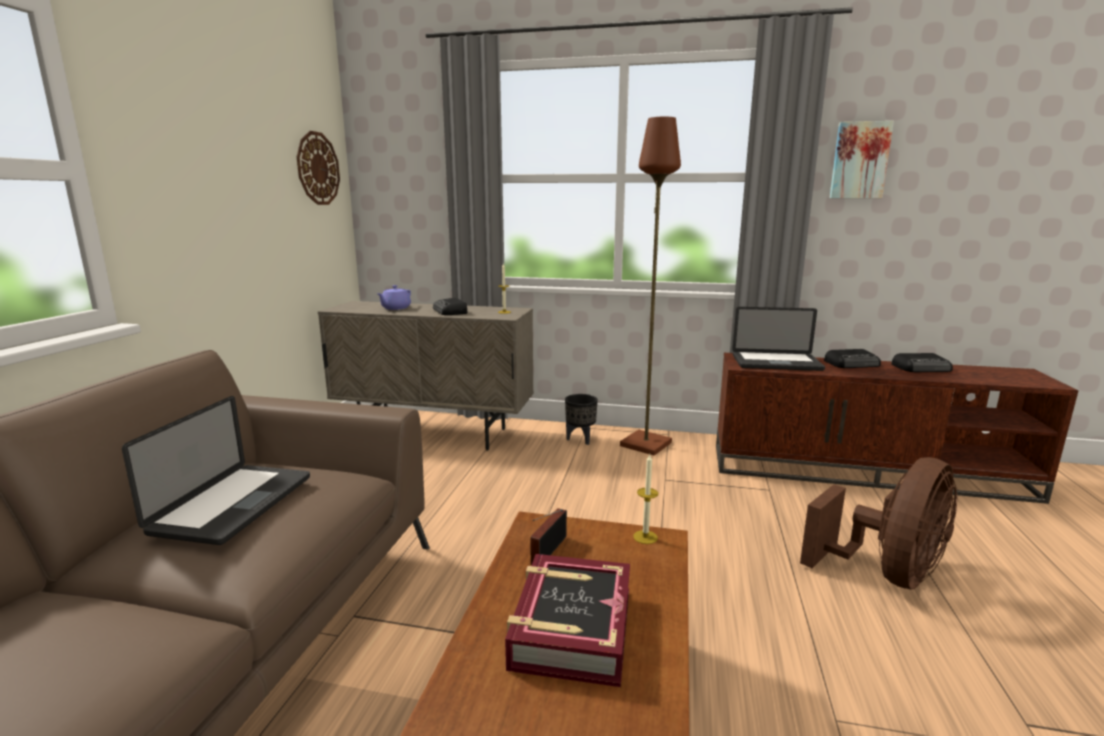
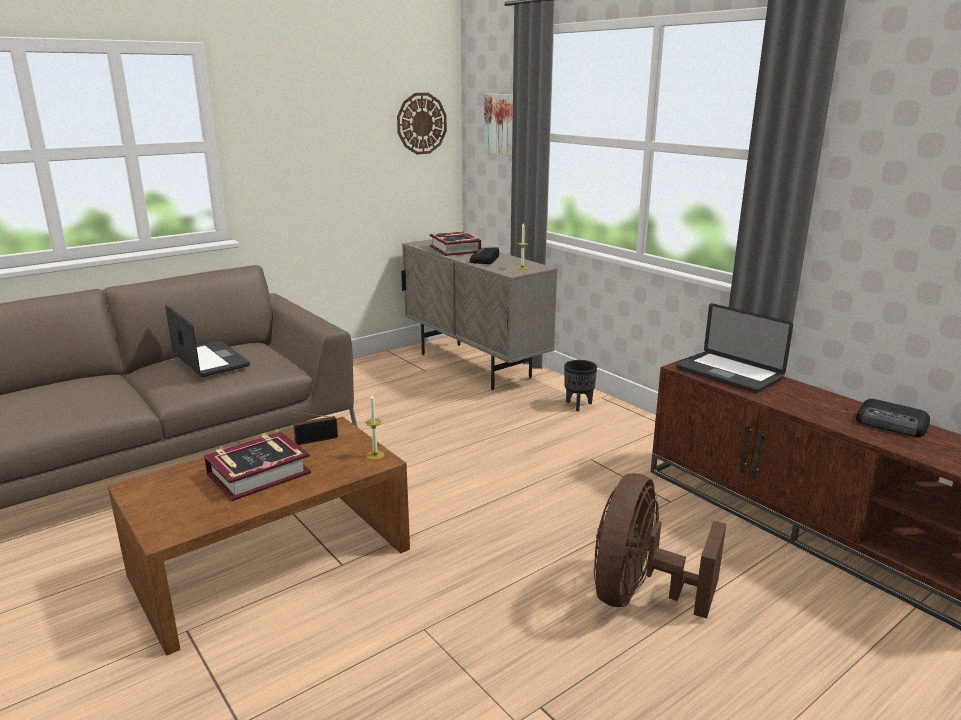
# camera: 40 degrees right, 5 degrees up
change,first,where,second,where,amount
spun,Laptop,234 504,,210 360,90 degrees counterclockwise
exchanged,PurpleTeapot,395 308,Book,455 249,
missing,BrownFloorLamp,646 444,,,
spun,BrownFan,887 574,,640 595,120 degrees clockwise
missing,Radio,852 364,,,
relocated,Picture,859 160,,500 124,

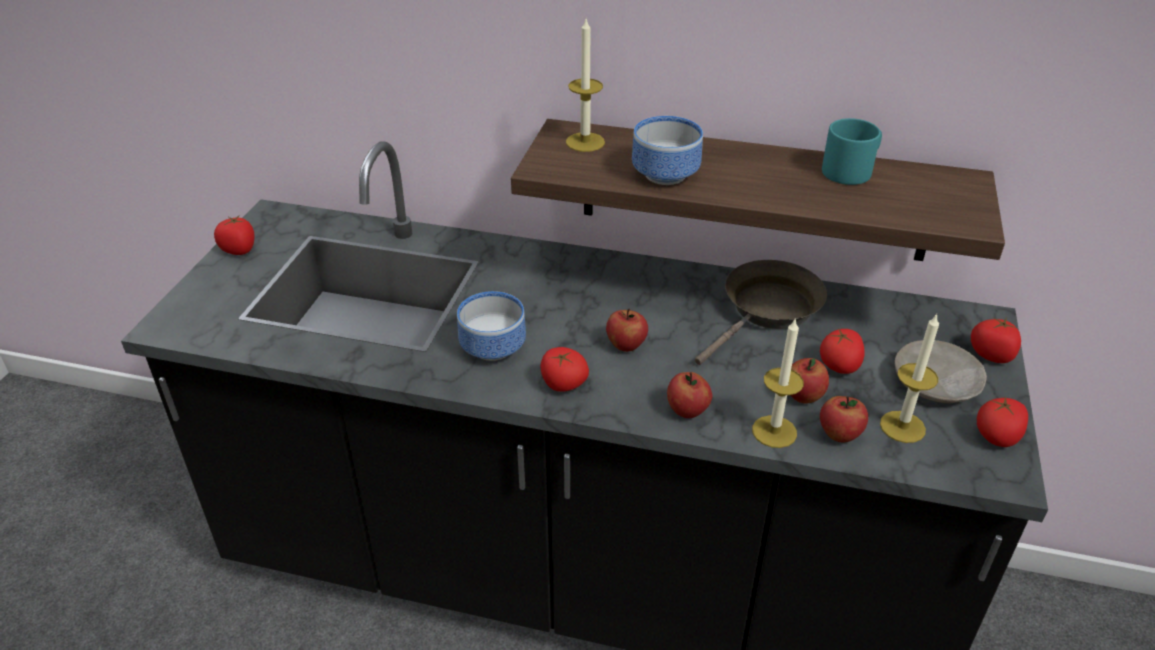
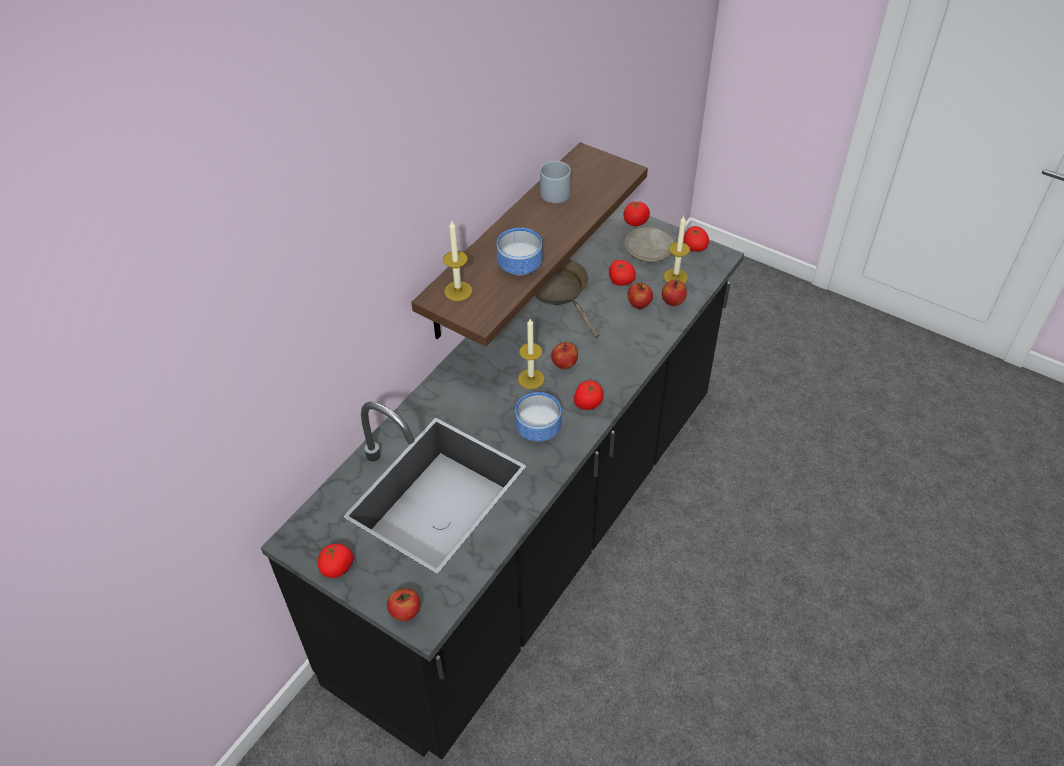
# camera: 70 degrees left, 10 degrees up
change,first,where,second,where,amount
relocated,Apple,687 411,,405 612,
relocated,Candle,774 431,,531 379,
colour,TurquoiseMug,851 169,GreyMug,552 190,

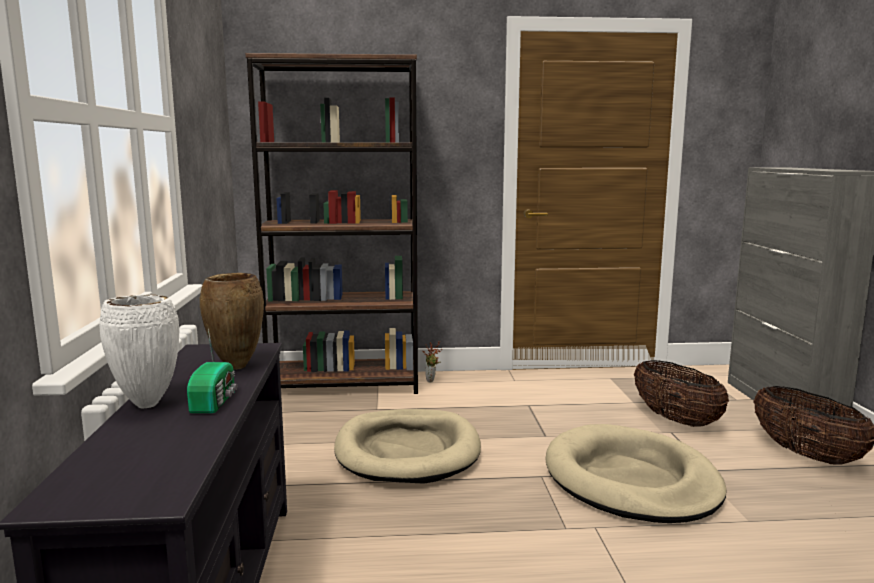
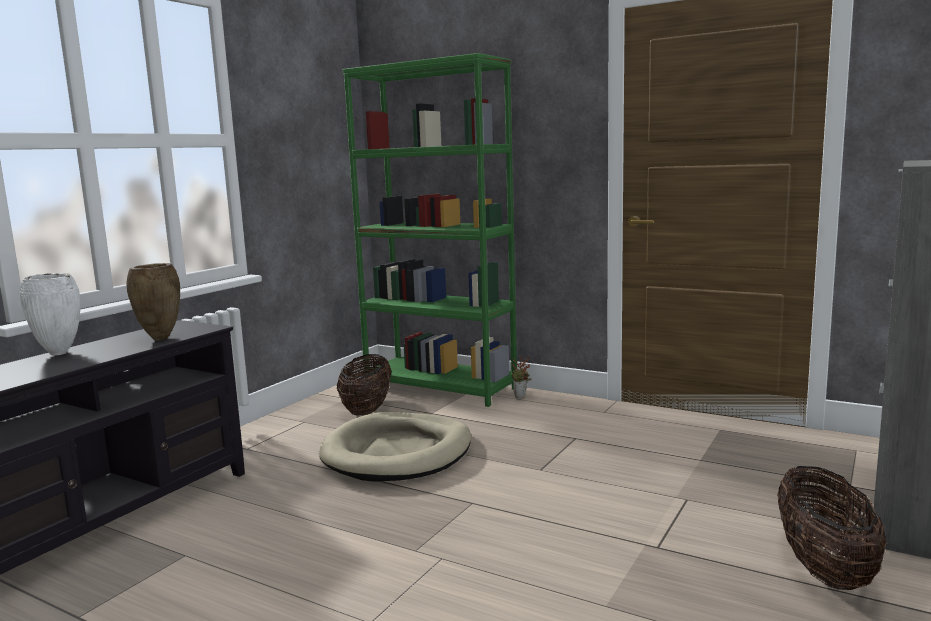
# camera: 35 degrees right, 0 degrees up
change,first,where,second,where,amount
missing,Radio,215 401,,,
colour,BrownBookcase,345 385,GreenBookcase,440 387,
missing,BeigeDogBed,631 480,,,
relocated,Basket,676 420,,367 410,

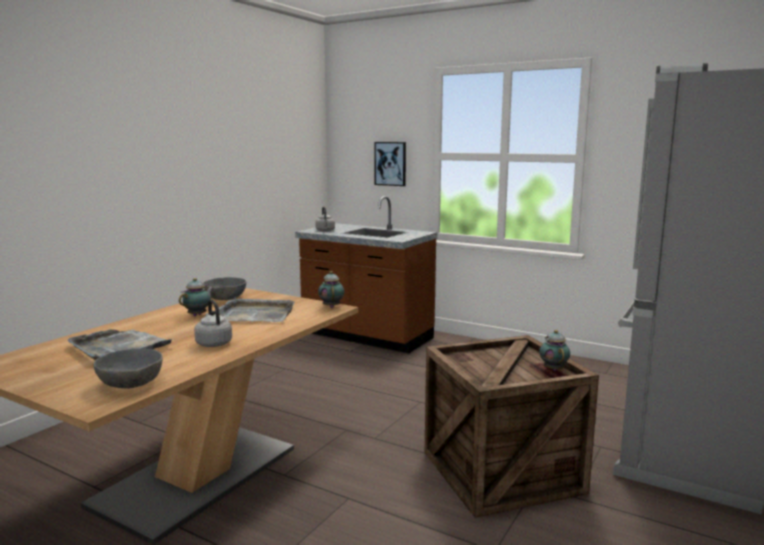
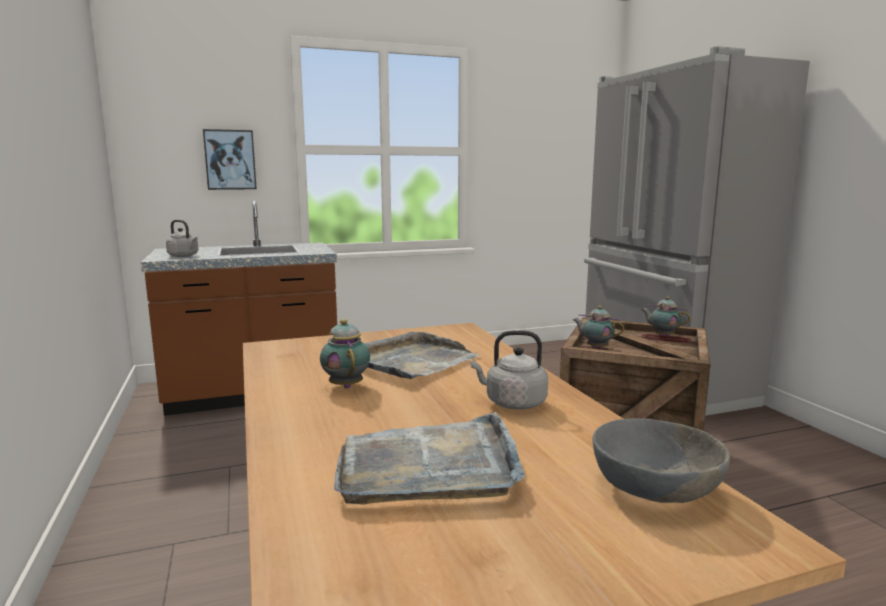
# camera: 50 degrees left, 0 degrees up
change,first,where,second,where,amount
missing,GreyBowl,226 298,,,
relocated,Teapot,331 306,,595 348,

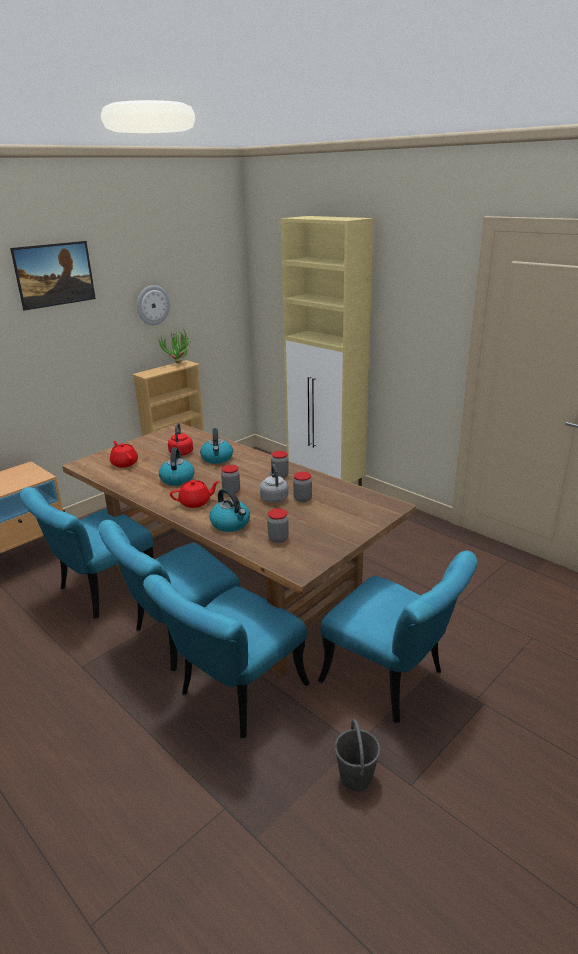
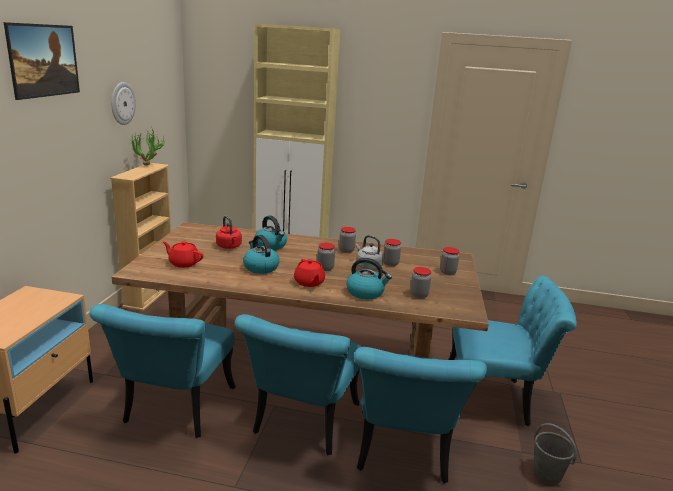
# camera: 35 degrees left, 5 degrees down
change,first,where,second,where,amount
spun,RedTeapot,196 502,,309 282,120 degrees clockwise
appeared,,,Jar,448 272,

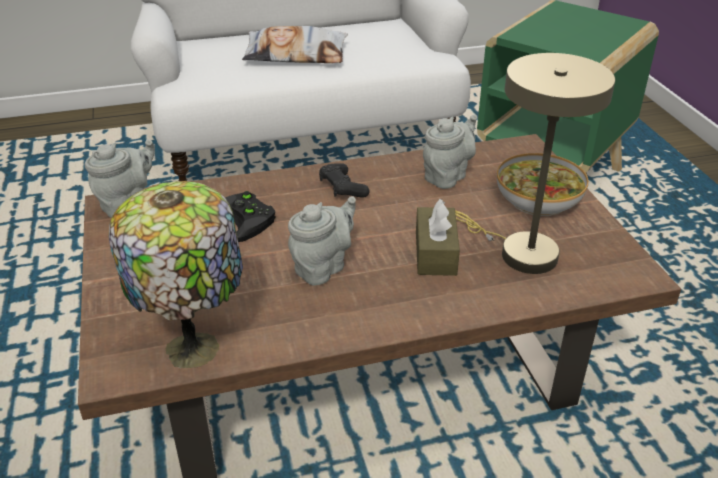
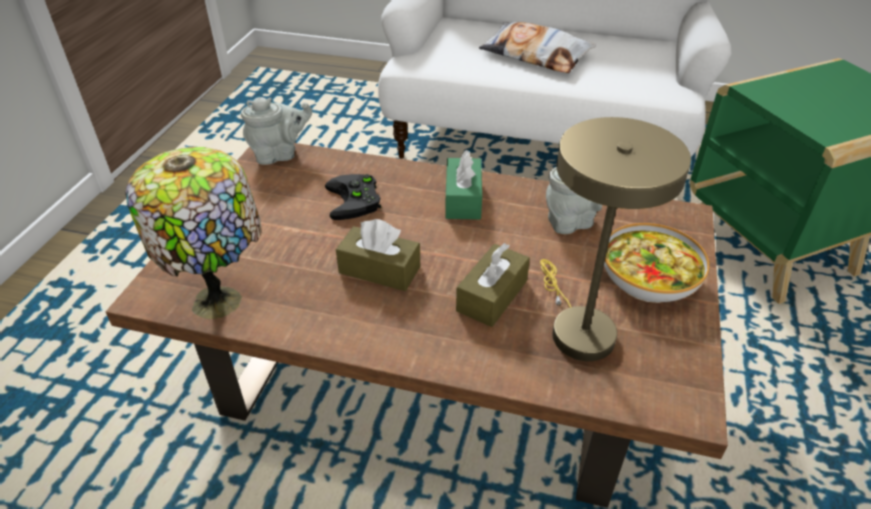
# camera: 30 degrees right, 5 degrees up
change,first,where,second,where,amount
exchanged,GreyTeapot,323 267,BrownTissueBox,379 270,
exchanged,BlackGameController,342 188,GreenTissueBox,463 199,

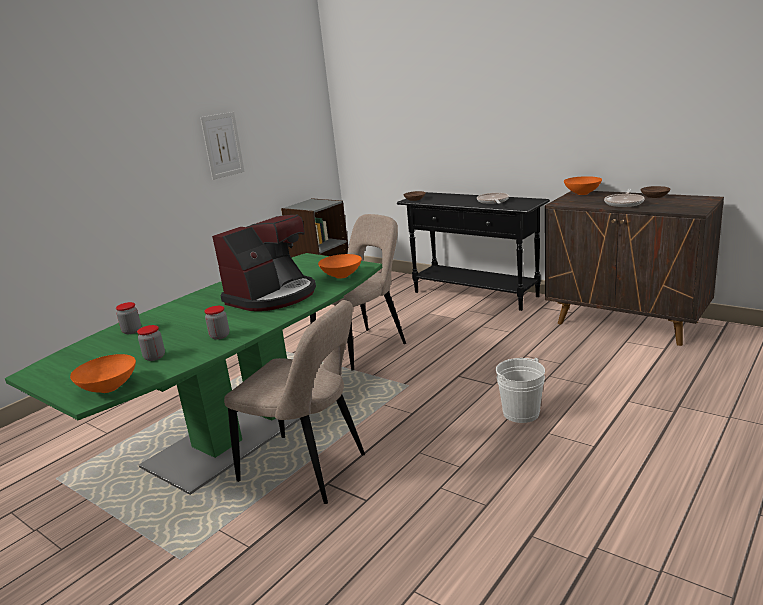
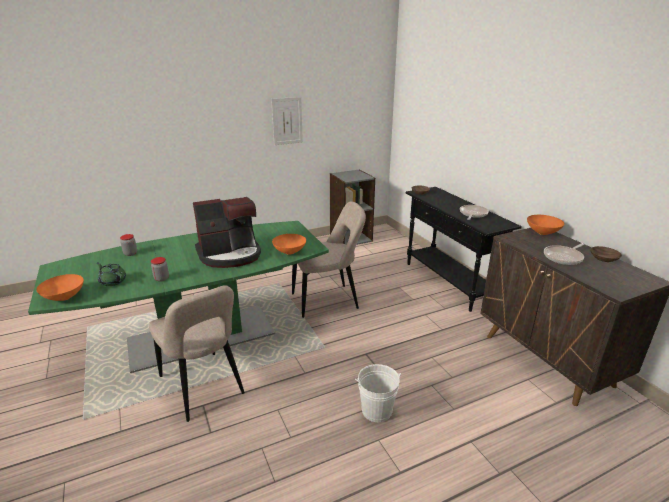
# camera: 25 degrees right, 5 degrees up
change,first,where,second,where,amount
exchanged,Jar,154 357,GreenTeapot,112 281,

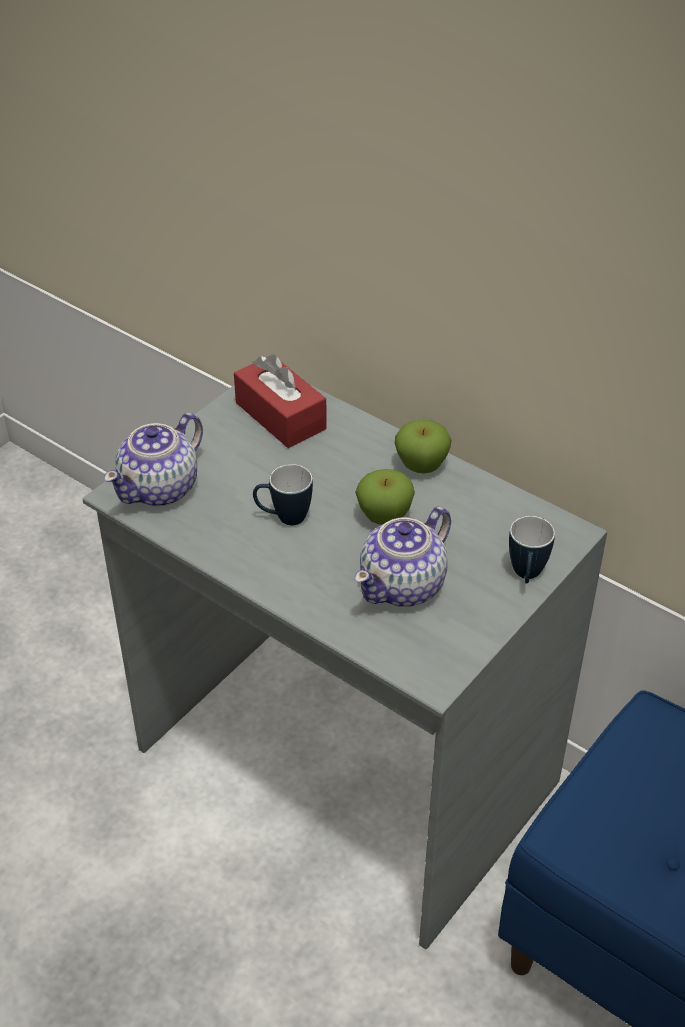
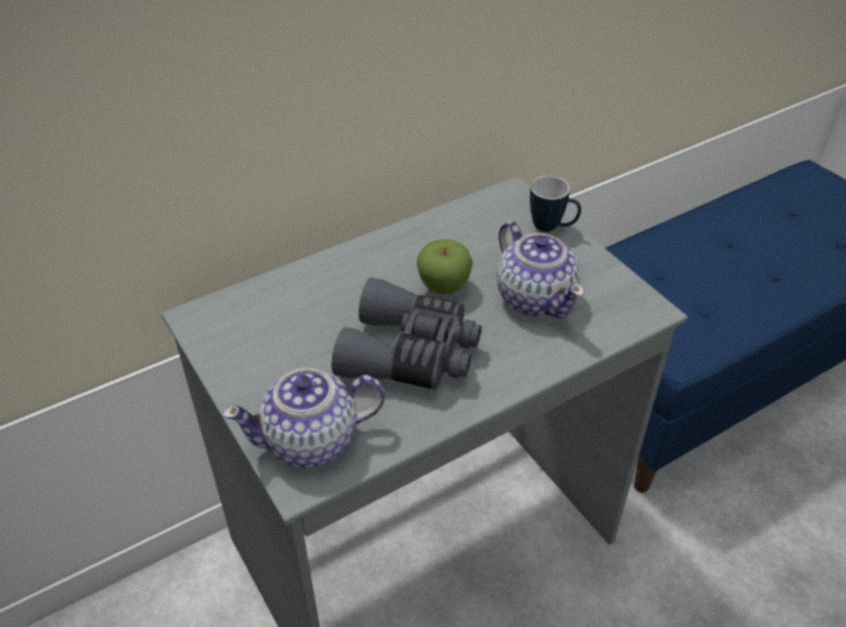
# camera: 70 degrees left, 0 degrees up
change,first,where,second,where,amount
spun,Teapot,160 488,,312 441,105 degrees clockwise
missing,RedTissueBox,280 416,,,
exchanged,Mug,283 518,GreyBinoculars,411 354,
missing,Apple,421 466,,,

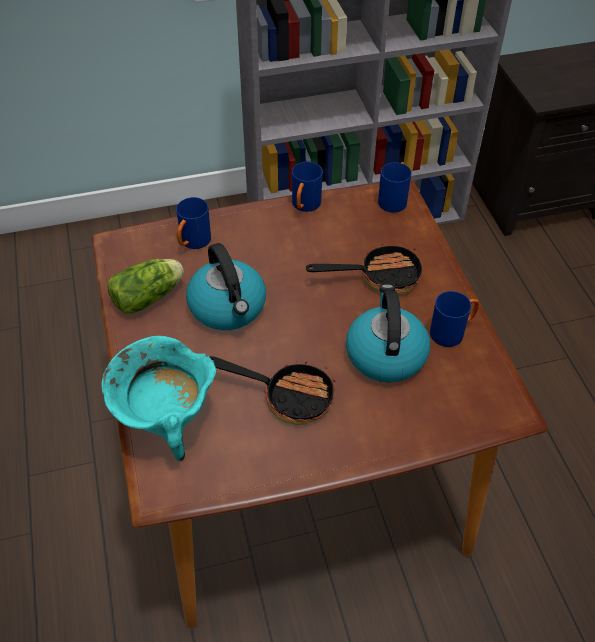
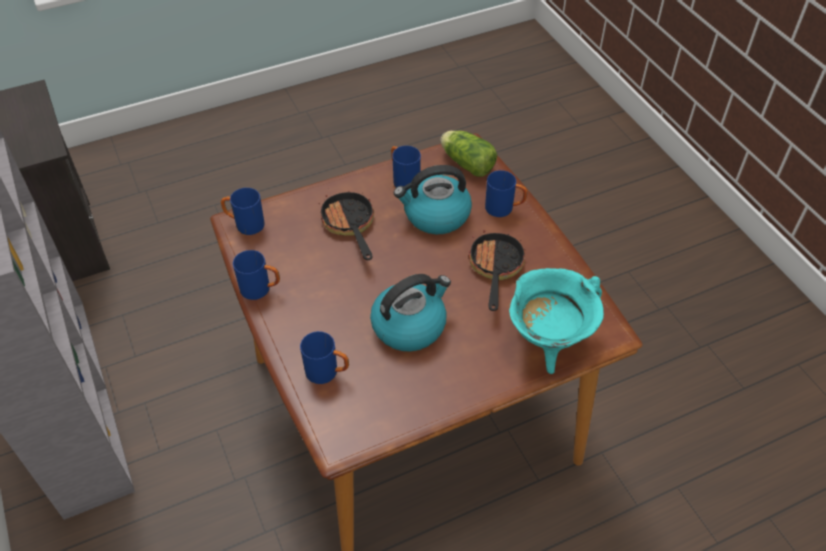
# camera: 100 degrees left, 0 degrees up
change,first,where,second,where,amount
relocated,Lettuce,150 296,,466 163,
appeared,,,BlueMug,504 208,

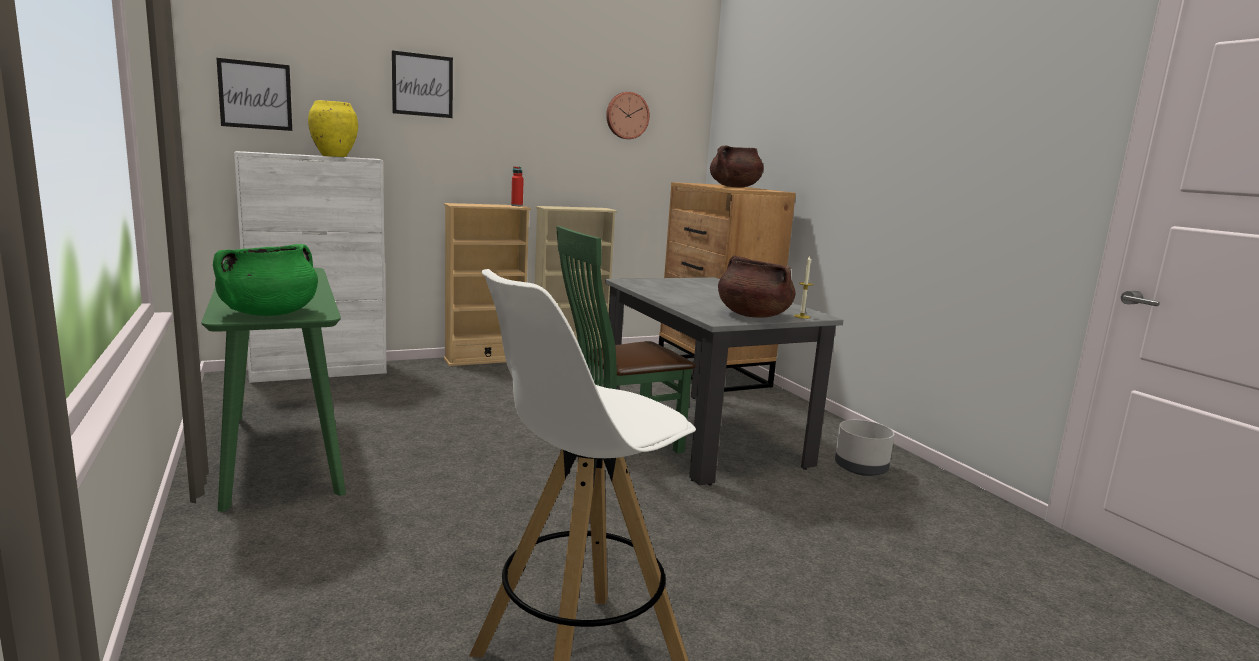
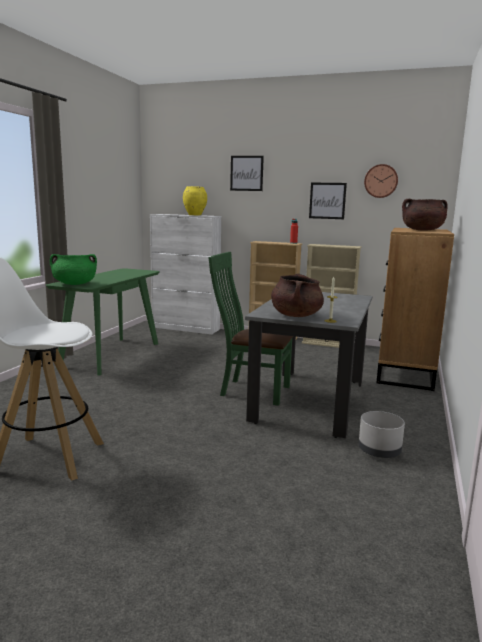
# camera: 45 degrees right, 0 degrees up
change,first,where,second,where,amount
relocated,Picture,255 95,,327 200,

